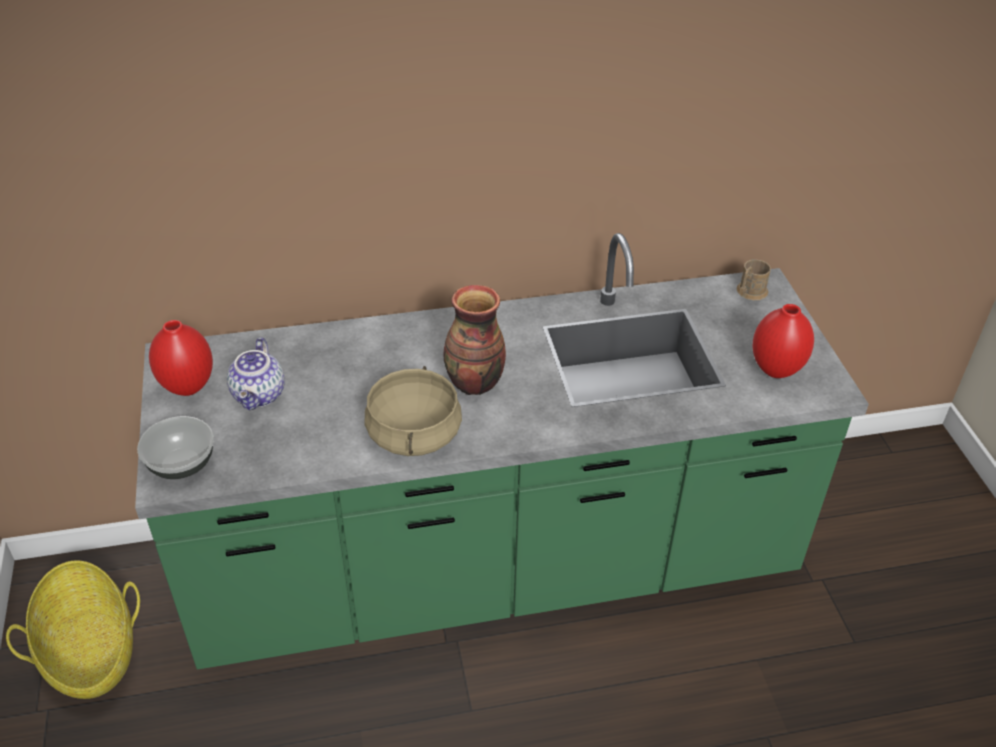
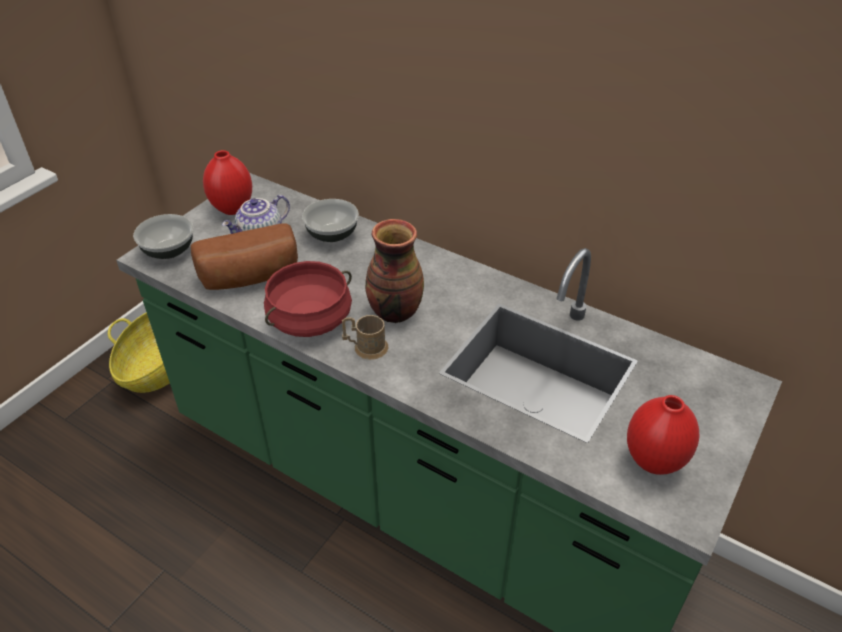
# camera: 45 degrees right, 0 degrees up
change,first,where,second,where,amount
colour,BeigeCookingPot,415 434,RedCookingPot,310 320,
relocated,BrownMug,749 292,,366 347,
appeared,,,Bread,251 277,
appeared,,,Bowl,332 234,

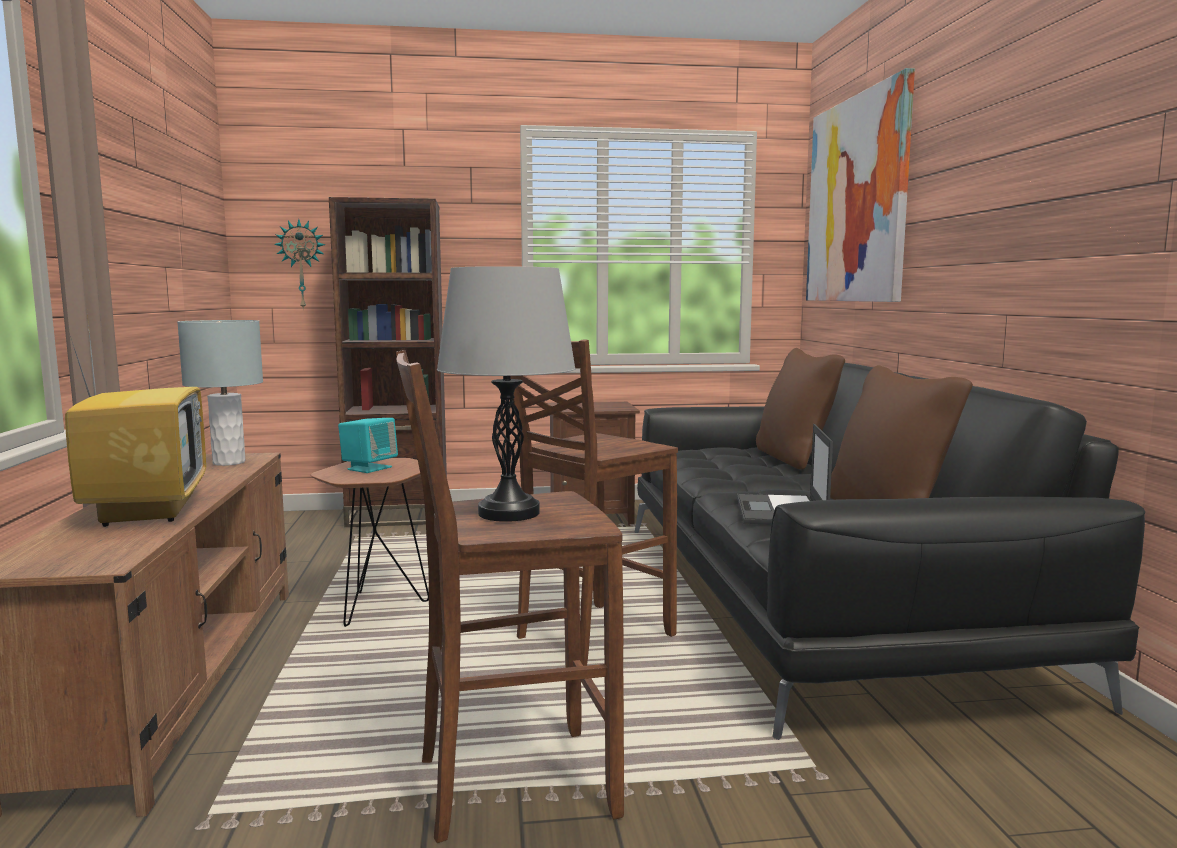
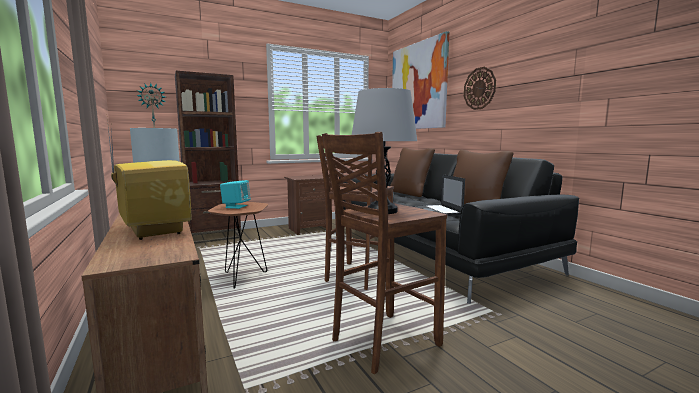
# camera: 20 degrees left, 0 degrees up
change,first,where,second,where,amount
appeared,,,WallClock,479 88,

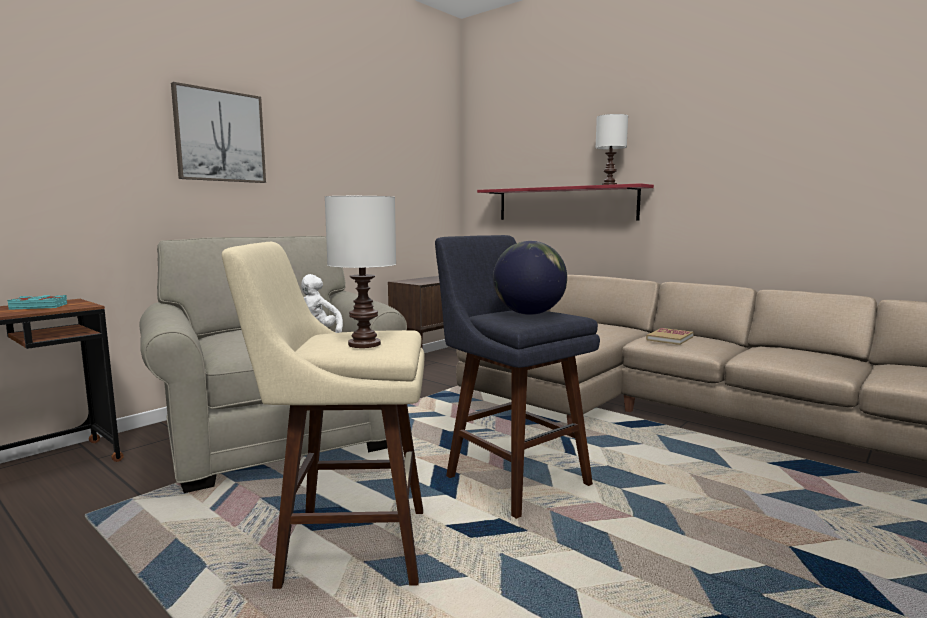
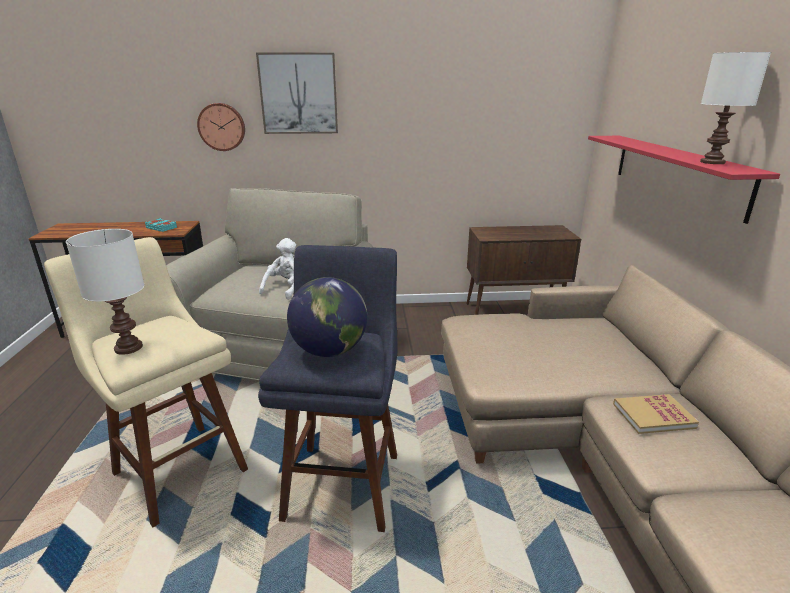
# camera: 45 degrees right, 15 degrees up
change,first,where,second,where,amount
appeared,,,WallClock,222 127,

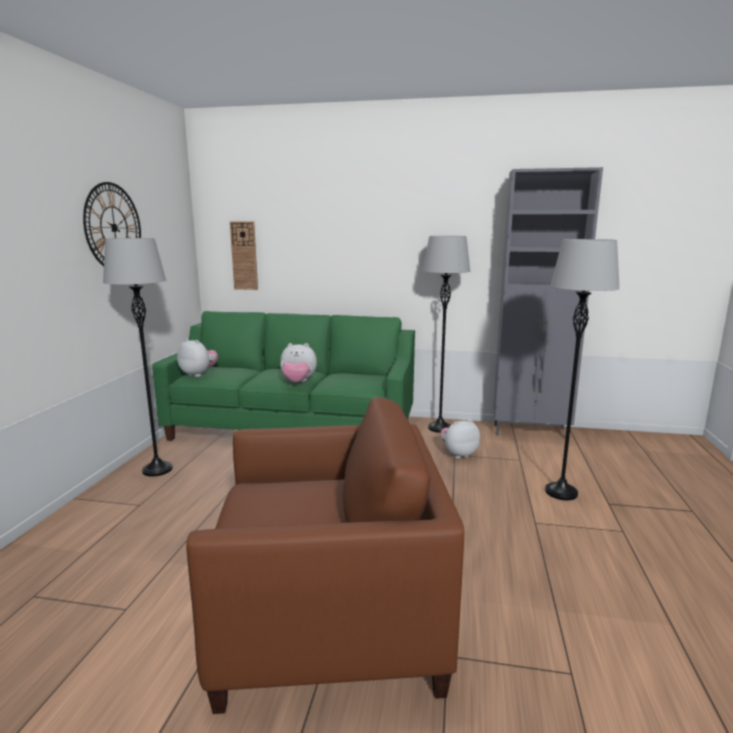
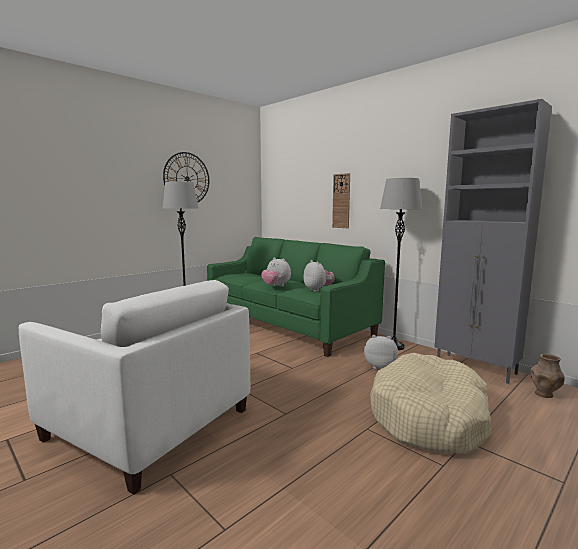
# camera: 35 degrees right, 5 degrees down
change,first,where,second,where,amount
relocated,PlushToy,199 374,,318 290,
colour,BrownArmchair,328 615,WhiteArmchair,149 423,
relocated,WallClock,244 256,,341 201,
exchanged,GreyFloorLamp,561 492,BeigeDogBed,429 417,
appeared,,,BrownVase,544 394,

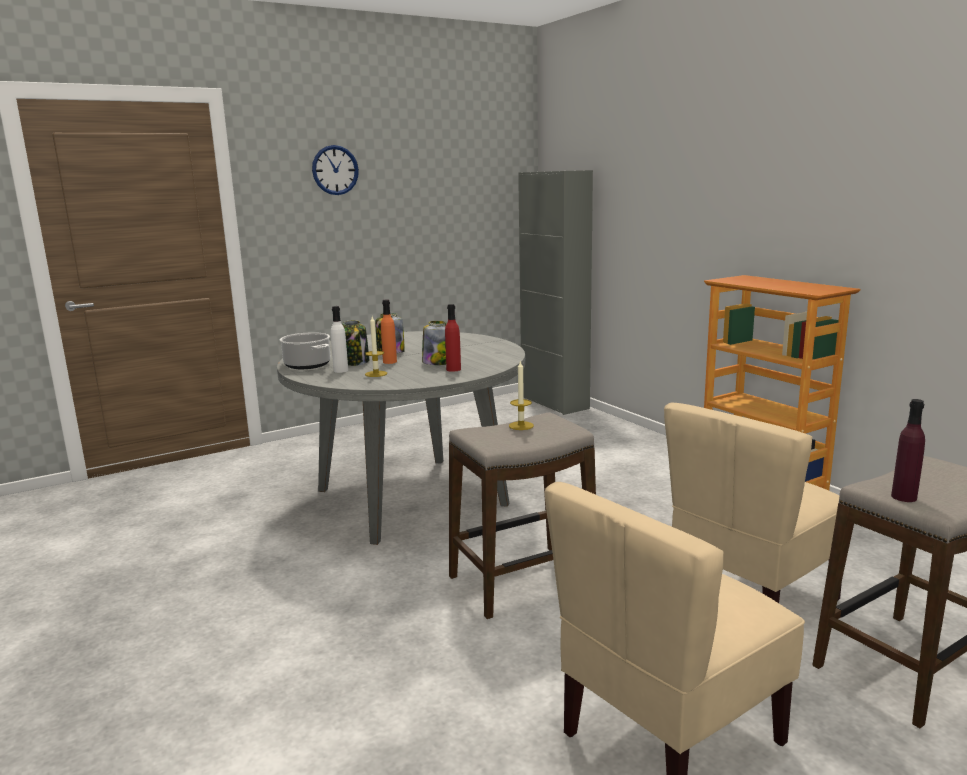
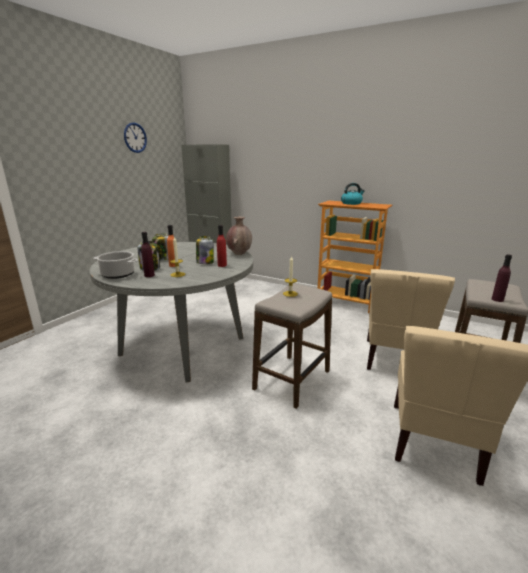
# camera: 30 degrees left, 5 degrees up
change,first,where,second,where,amount
relocated,WallClock,335 170,,135 137,
colour,WhiteBottle,341 370,PurpleBottle,149 275,
appeared,,,BrownVase,239 253,
appeared,,,Kettle,351 203,

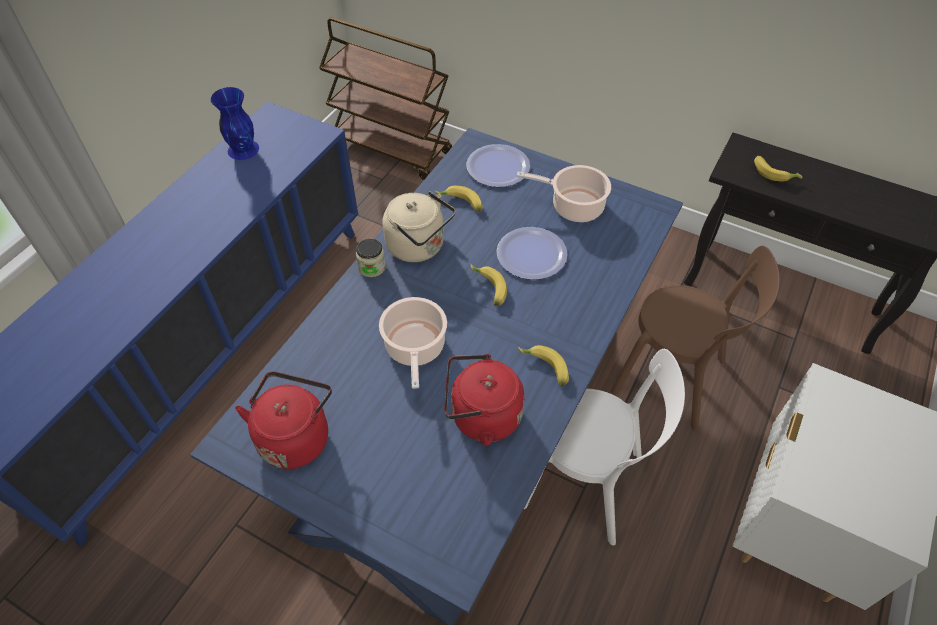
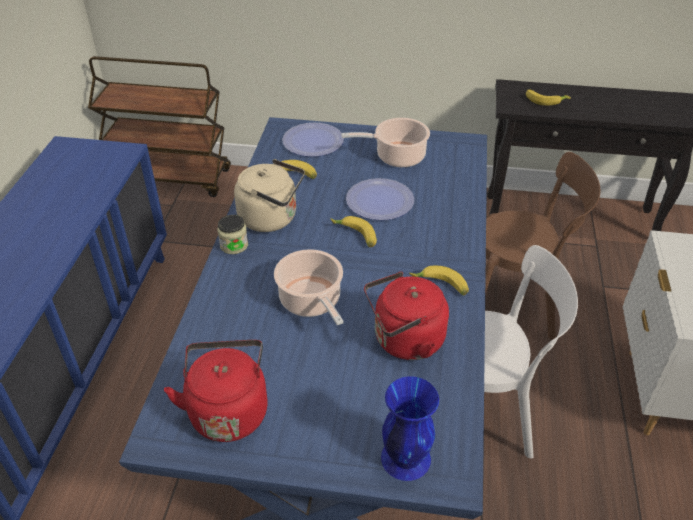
# camera: 20 degrees left, 10 degrees down
change,first,where,second,where,amount
relocated,BlueVase,243 149,,405 457,

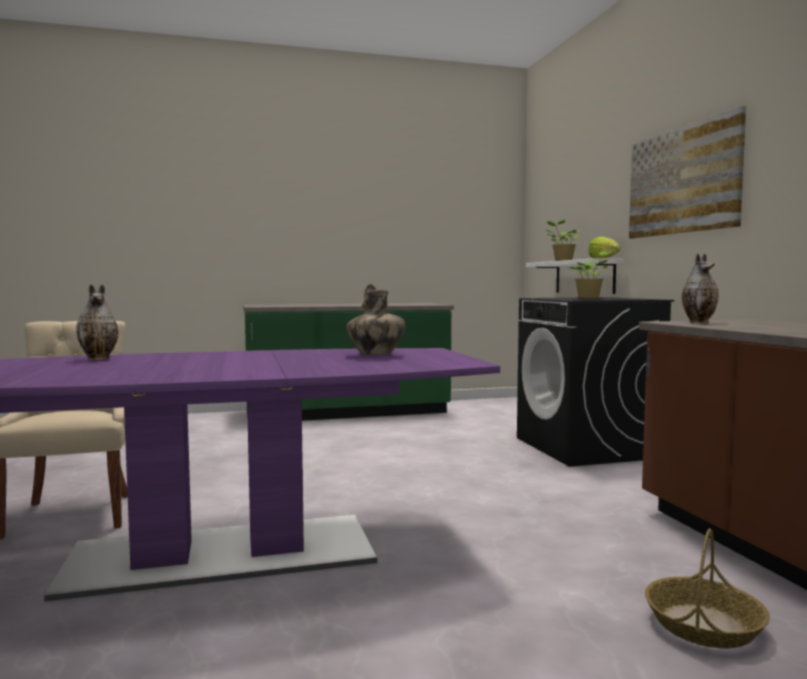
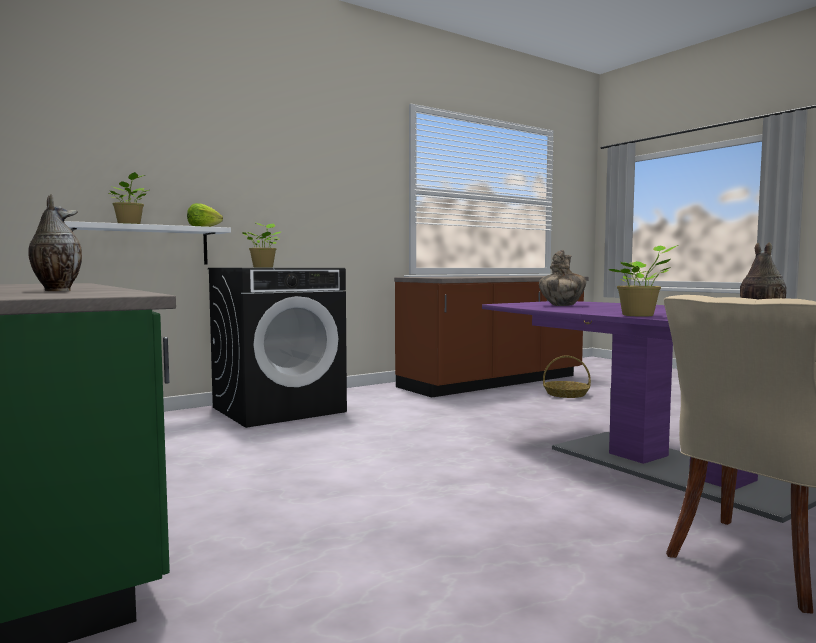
# camera: 110 degrees left, 0 degrees up
change,first,where,second,where,amount
missing,Picture,682 180,,,
relocated,Vase,699 322,,56 290,
appeared,,,PottedPlant,640 315,

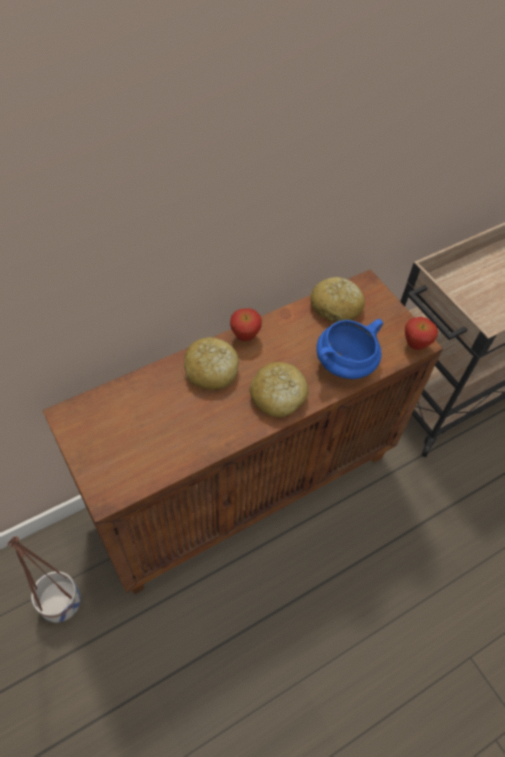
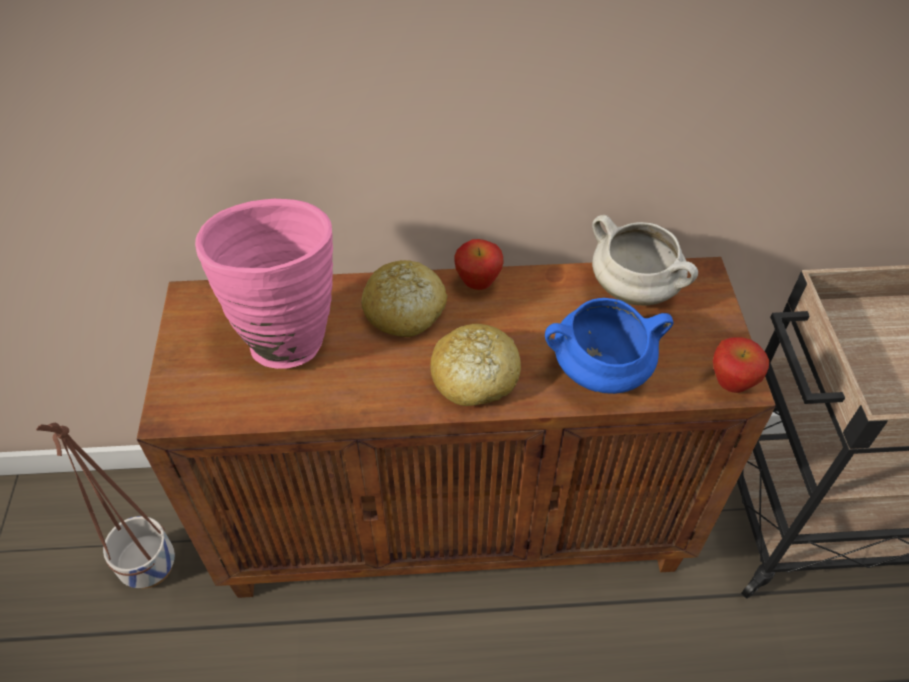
# camera: 30 degrees right, 5 degrees down
change,first,where,second,where,amount
exchanged,Bread,336 307,WhiteCookingPot,635 290,
appeared,,,PinkVase,285 333,

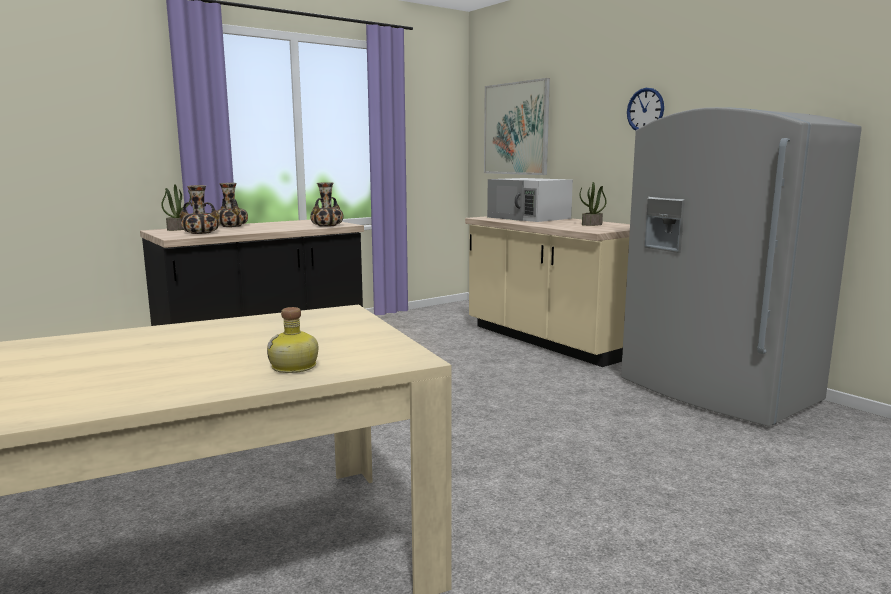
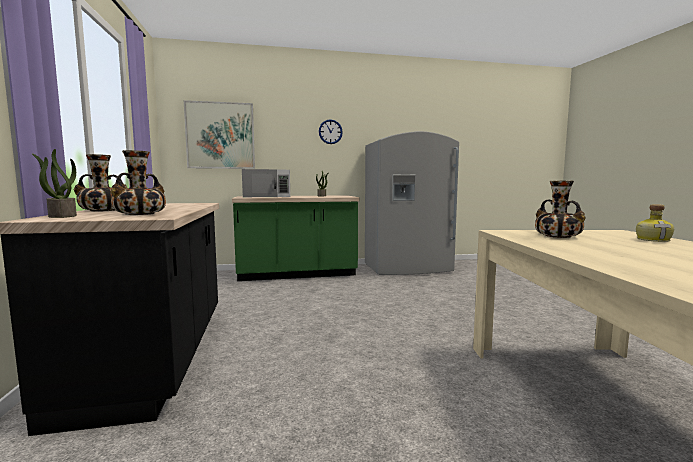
# camera: 65 degrees left, 5 degrees down
change,first,where,second,where,amount
relocated,Vase,326 225,,558 236,
colour,BeigeCounter,551 340,GreenCounter,297 274,

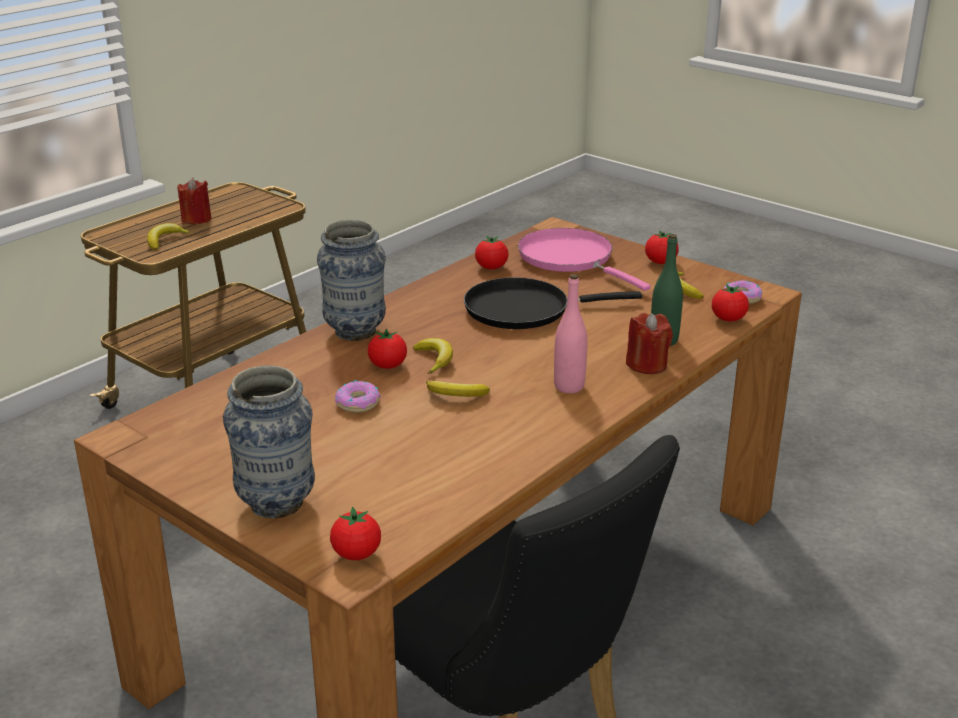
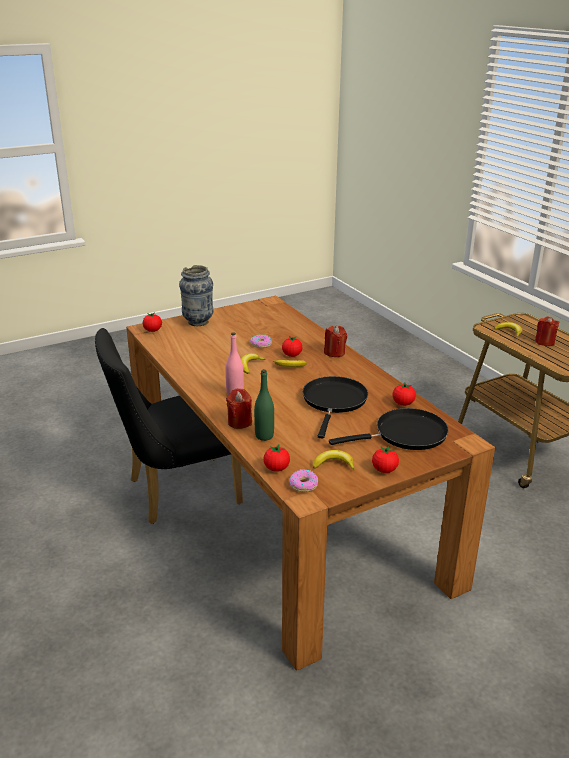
# camera: 110 degrees right, 0 degrees up
change,first,where,second,where,amount
exchanged,Vase,355 332,RedCandle,334 353,
colour,PinkFryingPan,570 259,BlackFryingPan,405 434,

